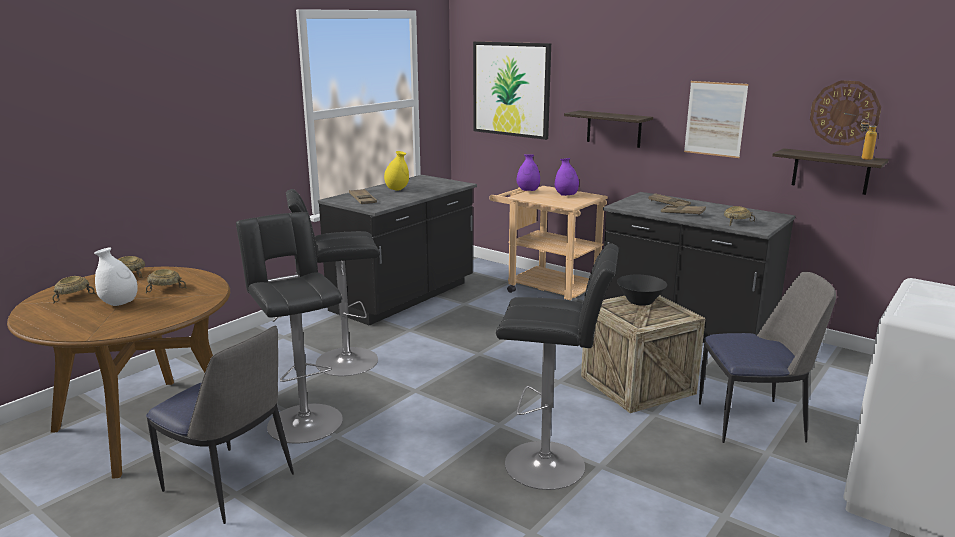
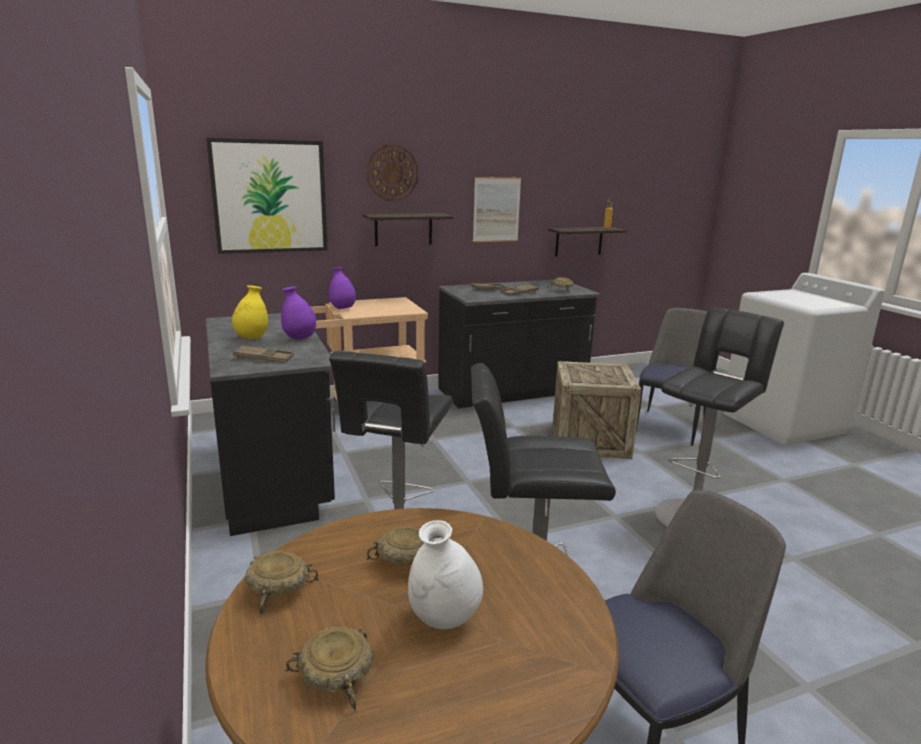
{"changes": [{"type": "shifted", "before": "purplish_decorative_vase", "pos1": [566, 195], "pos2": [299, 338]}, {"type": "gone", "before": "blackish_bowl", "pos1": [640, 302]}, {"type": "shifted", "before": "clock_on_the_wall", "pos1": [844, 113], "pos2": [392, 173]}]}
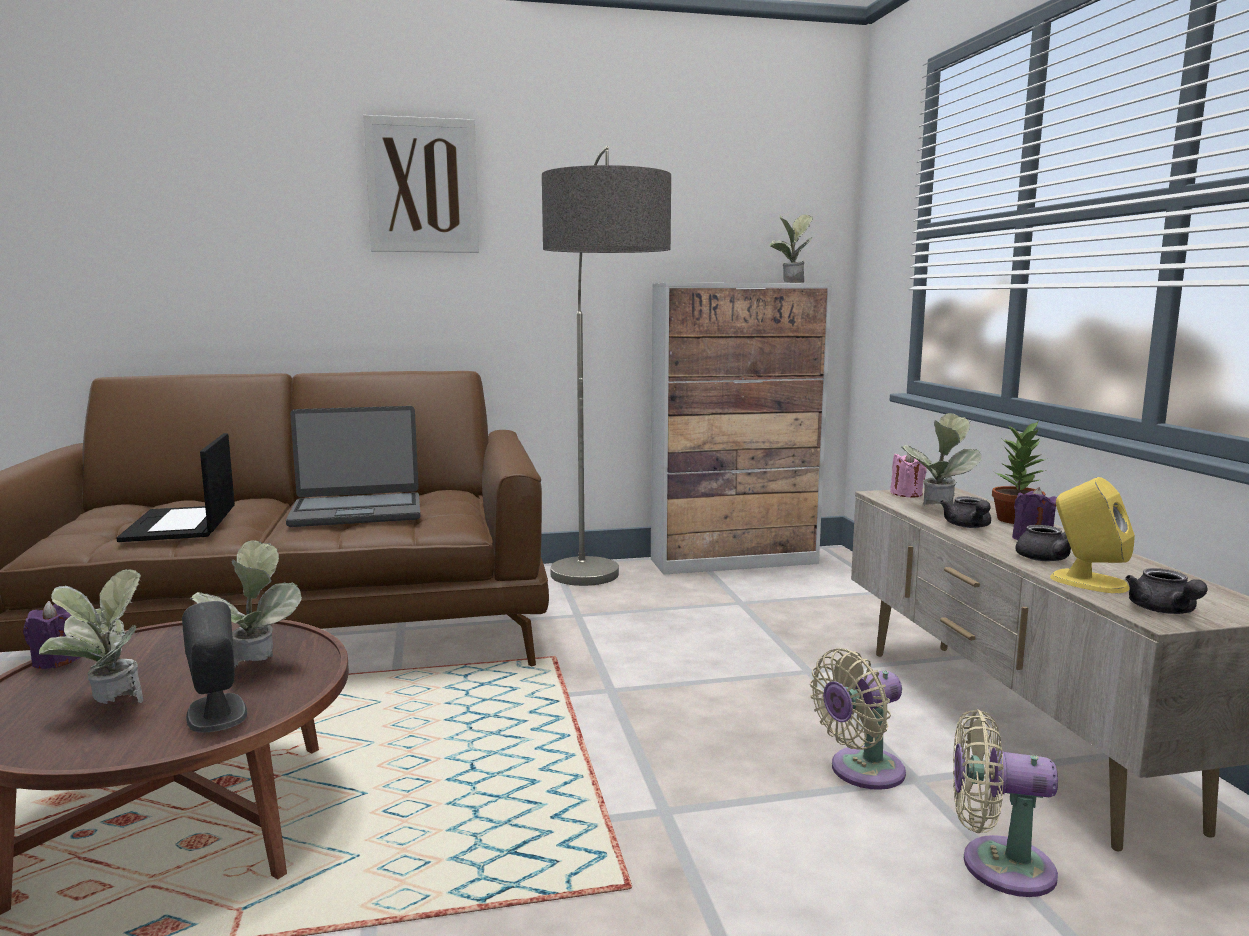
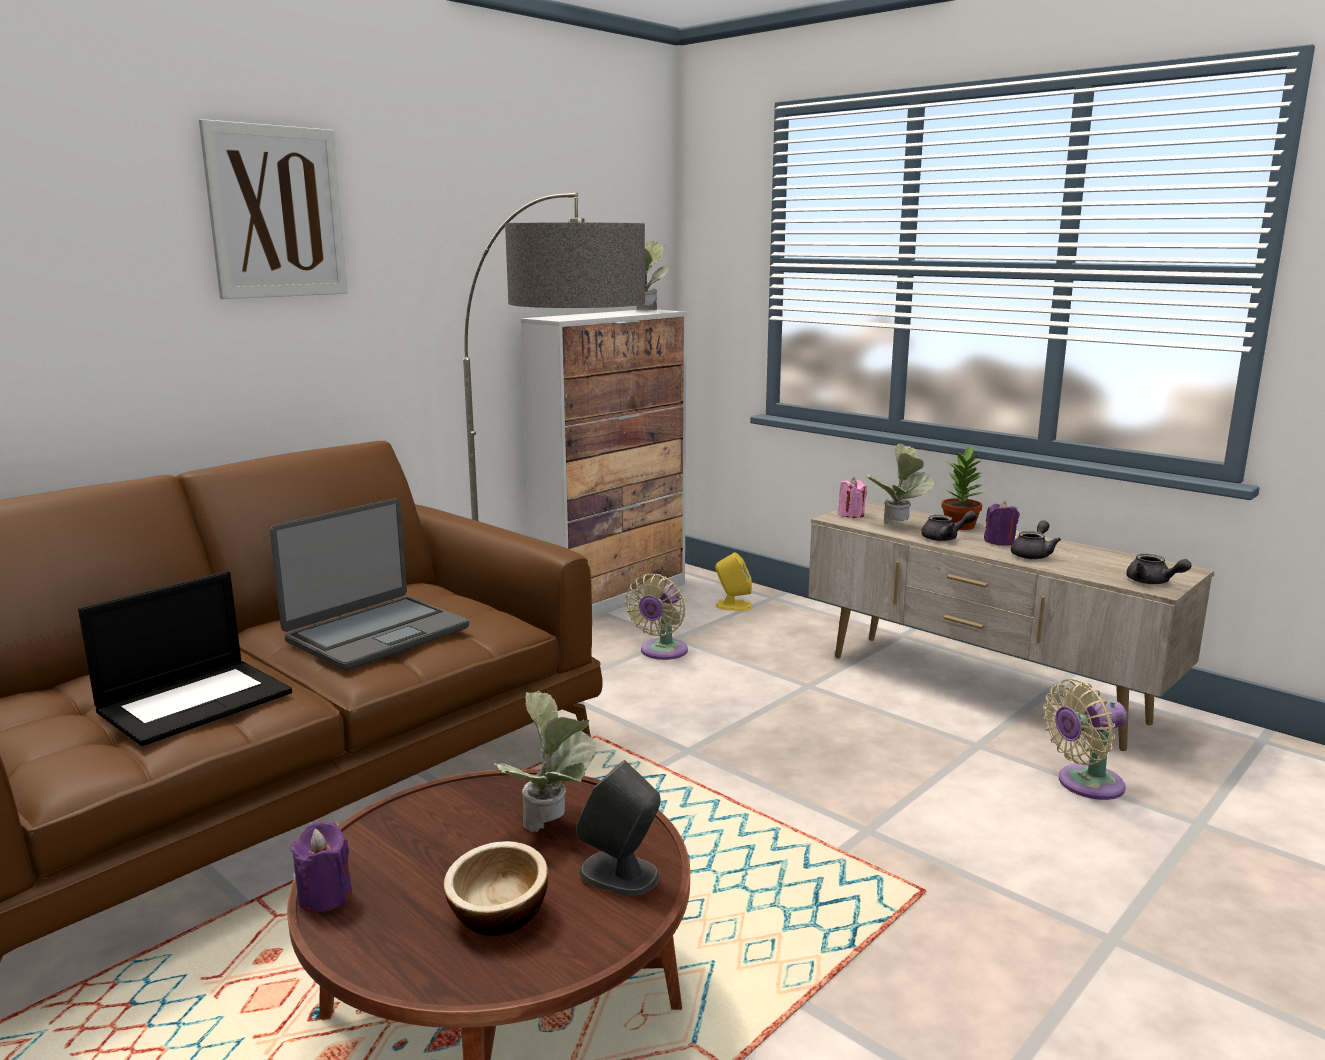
{"changes": [{"type": "swapped", "before": "houseplant", "after": "bowl", "pos1": [107, 709], "pos2": [498, 914]}, {"type": "rotated", "before": "laptop", "pos1": [181, 524], "pos2": [196, 701], "turn": -90}, {"type": "shifted", "before": "beige_electric_fan", "pos1": [861, 771], "pos2": [661, 652]}, {"type": "rotated", "before": "greyish_teapot", "pos1": [968, 526], "pos2": [945, 538], "turn": -60}, {"type": "shifted", "before": "yellow-coloured_speaker", "pos1": [1087, 582], "pos2": [733, 606]}]}
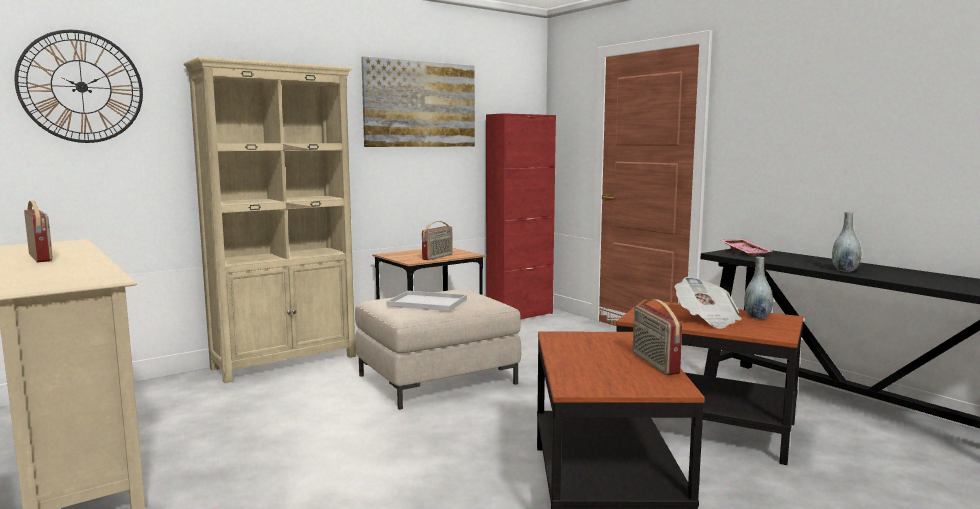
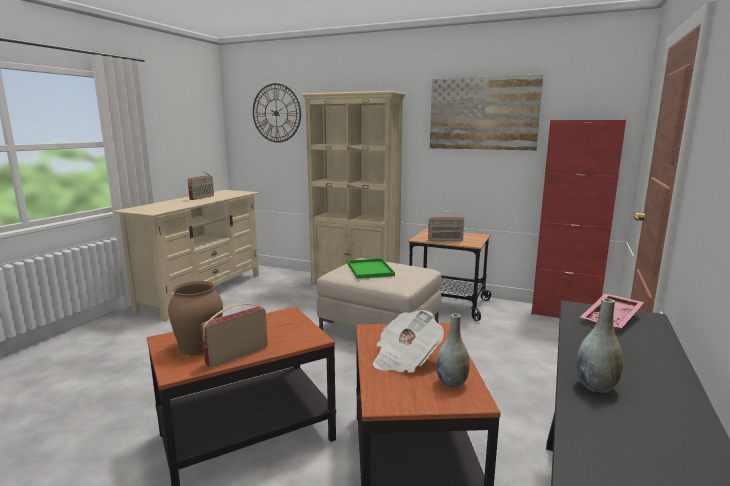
{"changes": [{"type": "repainted", "before": "white-coloured_carrying_tray", "after": "green_carrying_tray", "pos1": [429, 302], "pos2": [371, 270]}, {"type": "new", "after": "brownish_decorative_vase", "pos2": [200, 346]}]}
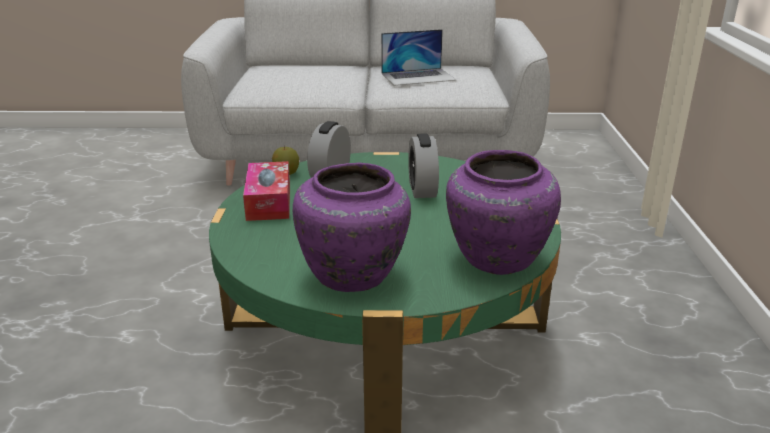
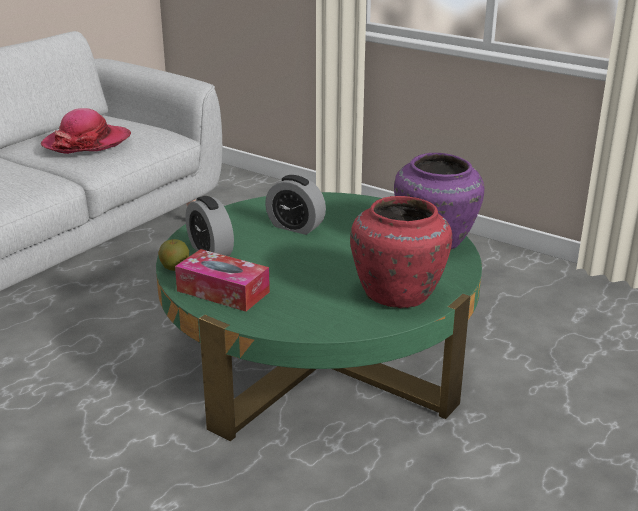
{"changes": [{"type": "repainted", "before": "purplish_decorative_vase", "after": "red-coloured_decorative_vase", "pos1": [354, 276], "pos2": [399, 294]}, {"type": "swapped", "before": "laptop", "after": "wearable_hat", "pos1": [418, 77], "pos2": [87, 142]}]}
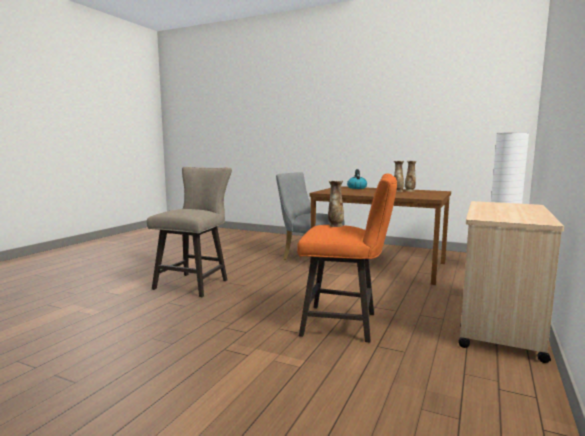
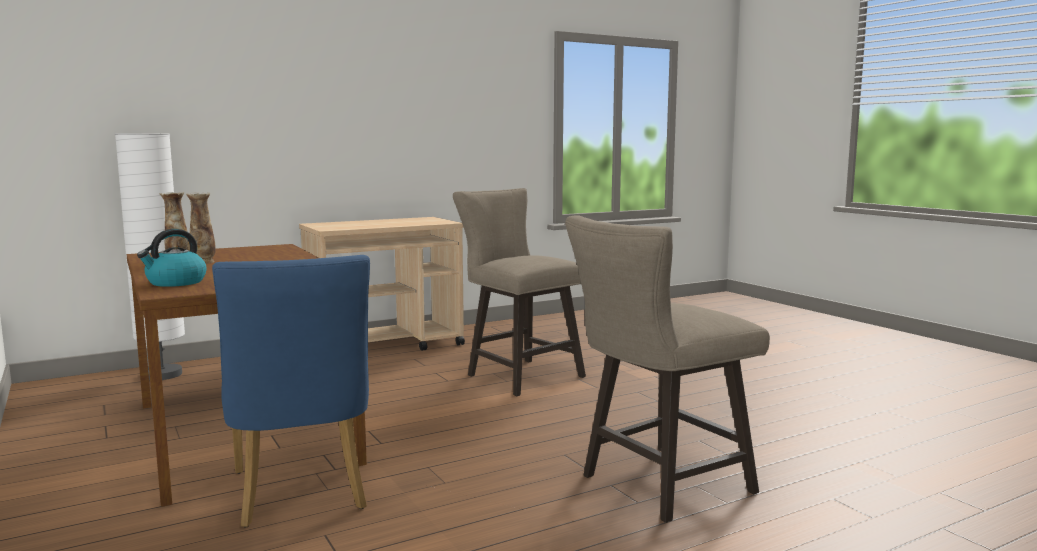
{"changes": [{"type": "repainted", "before": "greyish_chair", "after": "blue_chair", "pos1": [308, 258], "pos2": [301, 495]}, {"type": "repainted", "before": "orangey_stool", "after": "beige_stool", "pos1": [346, 324], "pos2": [519, 375]}, {"type": "gone", "before": "decorative_vase", "pos1": [335, 226]}]}
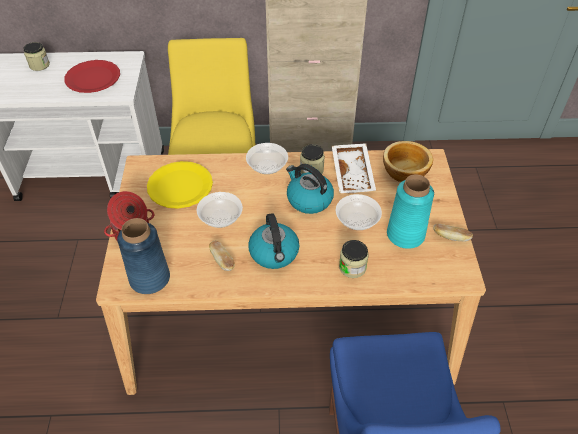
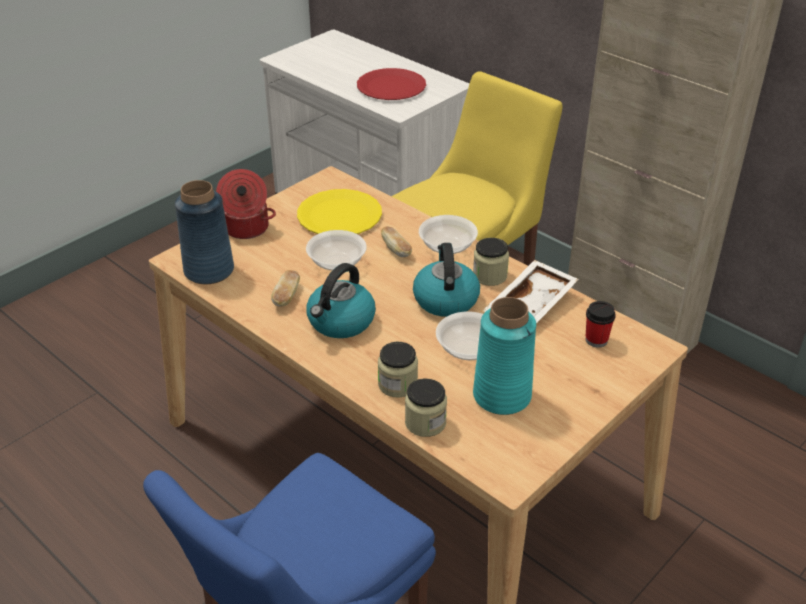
{"changes": [{"type": "shifted", "before": "storage_jar", "pos1": [39, 65], "pos2": [425, 422]}, {"type": "swapped", "before": "bowl", "after": "small_cup", "pos1": [404, 172], "pos2": [596, 340]}, {"type": "shifted", "before": "baked_bread", "pos1": [451, 237], "pos2": [396, 250]}]}
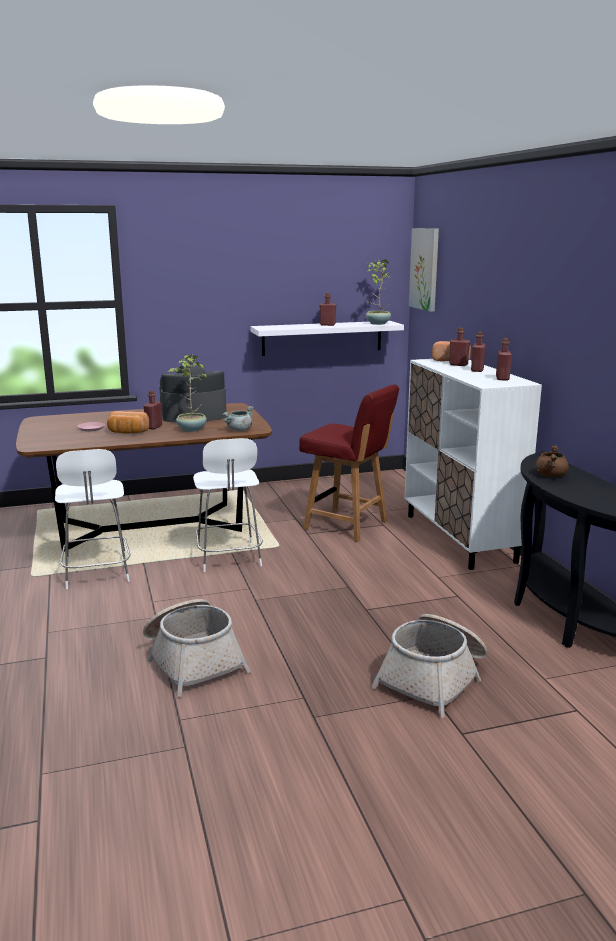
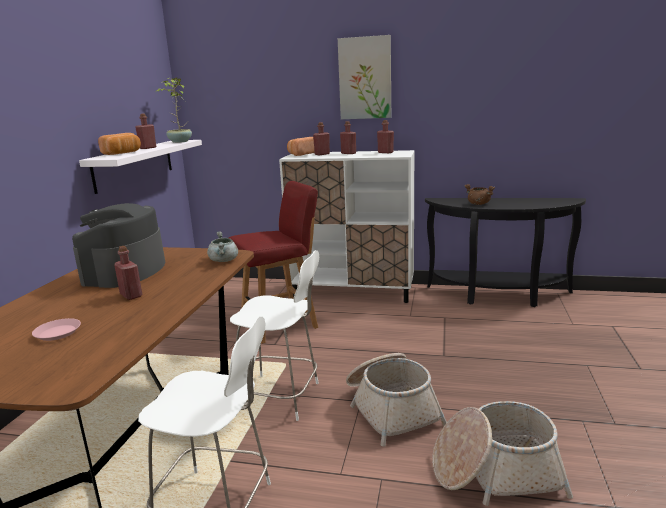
{"changes": [{"type": "shifted", "before": "baked_bread", "pos1": [127, 432], "pos2": [123, 153]}, {"type": "gone", "before": "houseplant", "pos1": [191, 429]}, {"type": "shifted", "before": "storage_basket", "pos1": [434, 678], "pos2": [391, 408]}, {"type": "shifted", "before": "wall_art", "pos1": [425, 269], "pos2": [365, 78]}]}
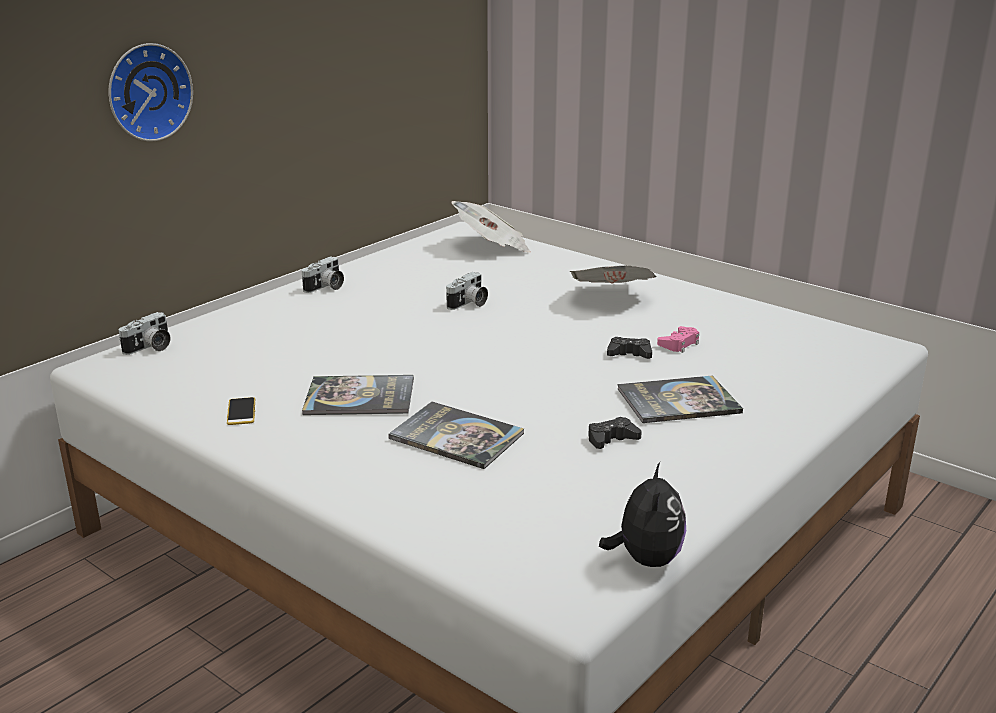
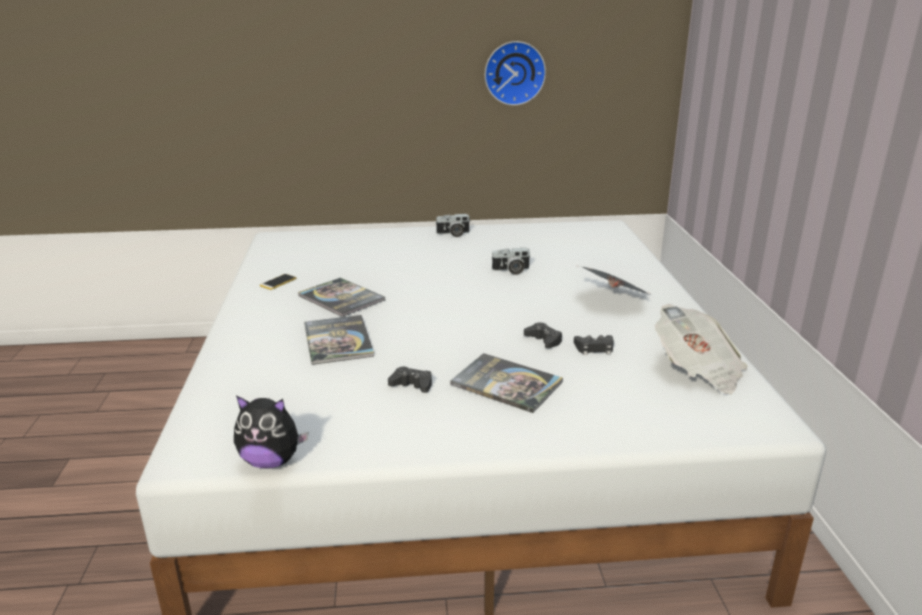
{"changes": [{"type": "shifted", "before": "clock_on_the_wall", "pos1": [147, 91], "pos2": [514, 73]}, {"type": "gone", "before": "still_camera", "pos1": [150, 348]}, {"type": "shifted", "before": "newspaper", "pos1": [492, 247], "pos2": [698, 370]}, {"type": "rotated", "before": "cuddly_toy", "pos1": [645, 559], "pos2": [271, 461], "turn": 45}, {"type": "repainted", "before": "pink-coloured_joypad", "after": "blackish_joypad", "pos1": [679, 344], "pos2": [594, 348]}]}
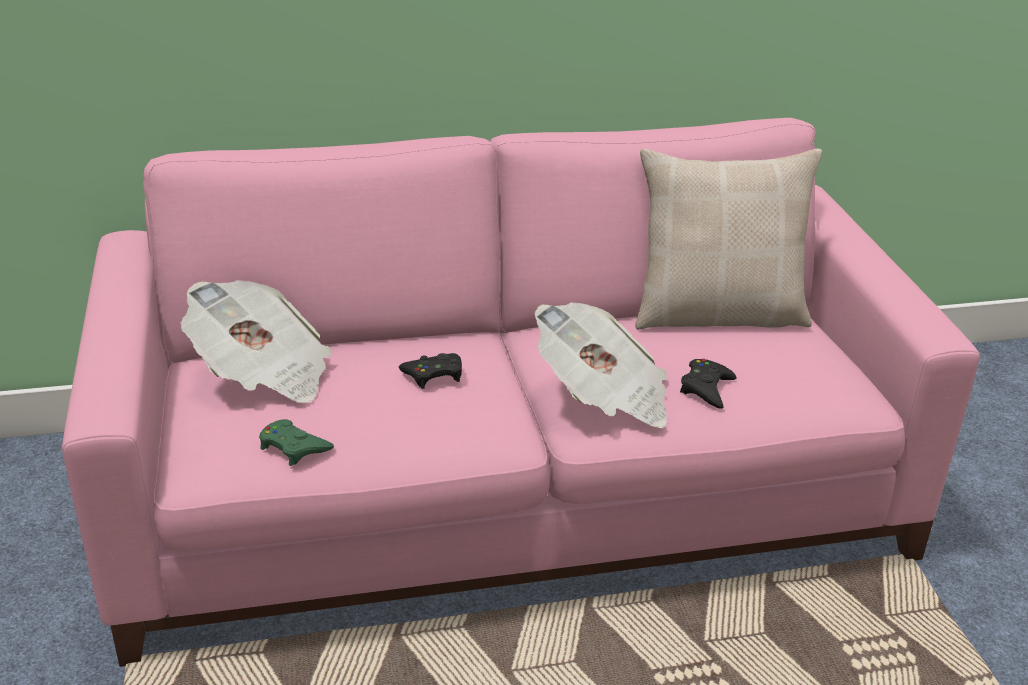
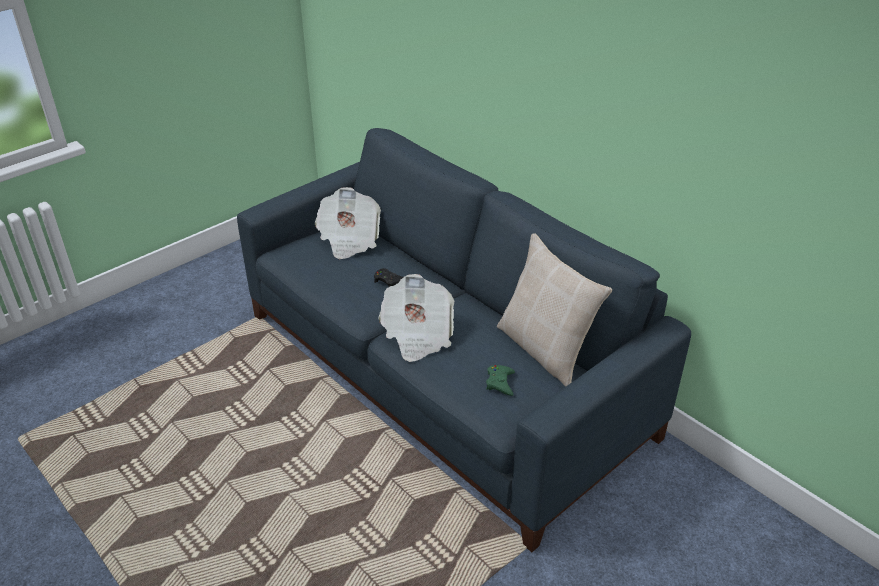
{"changes": [{"type": "repainted", "before": "pink-coloured_couch", "after": "blue_couch", "pos1": [512, 496], "pos2": [441, 374]}, {"type": "shifted", "before": "green_joypad", "pos1": [293, 447], "pos2": [500, 383]}, {"type": "gone", "before": "blackish_joypad", "pos1": [706, 388]}]}
